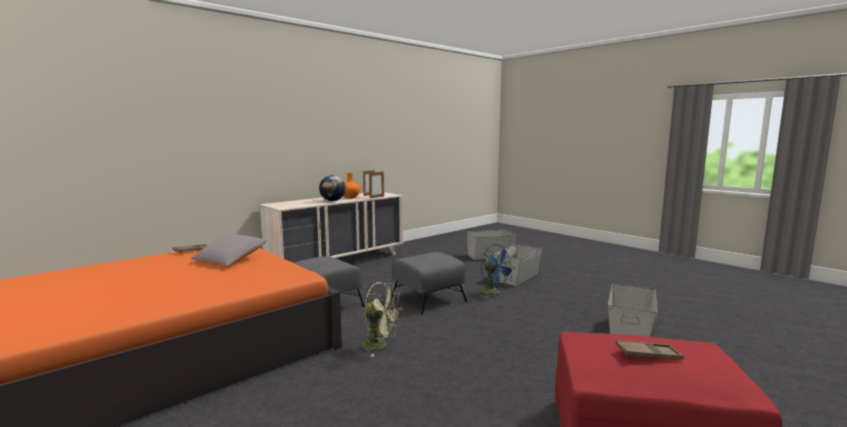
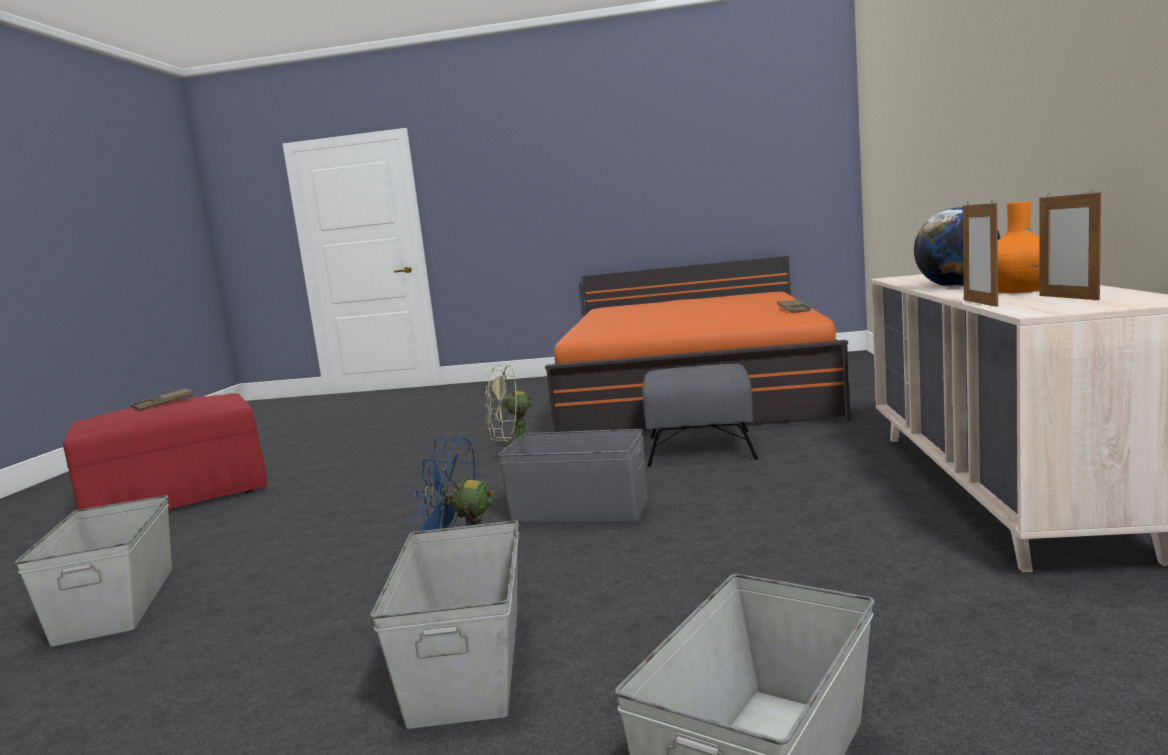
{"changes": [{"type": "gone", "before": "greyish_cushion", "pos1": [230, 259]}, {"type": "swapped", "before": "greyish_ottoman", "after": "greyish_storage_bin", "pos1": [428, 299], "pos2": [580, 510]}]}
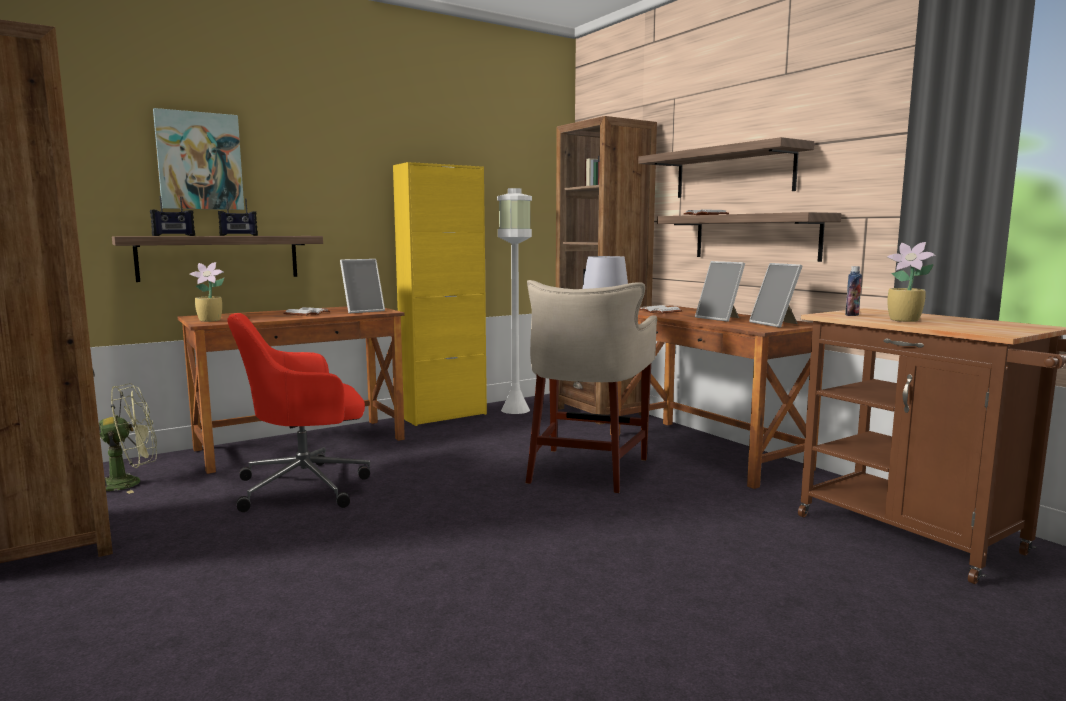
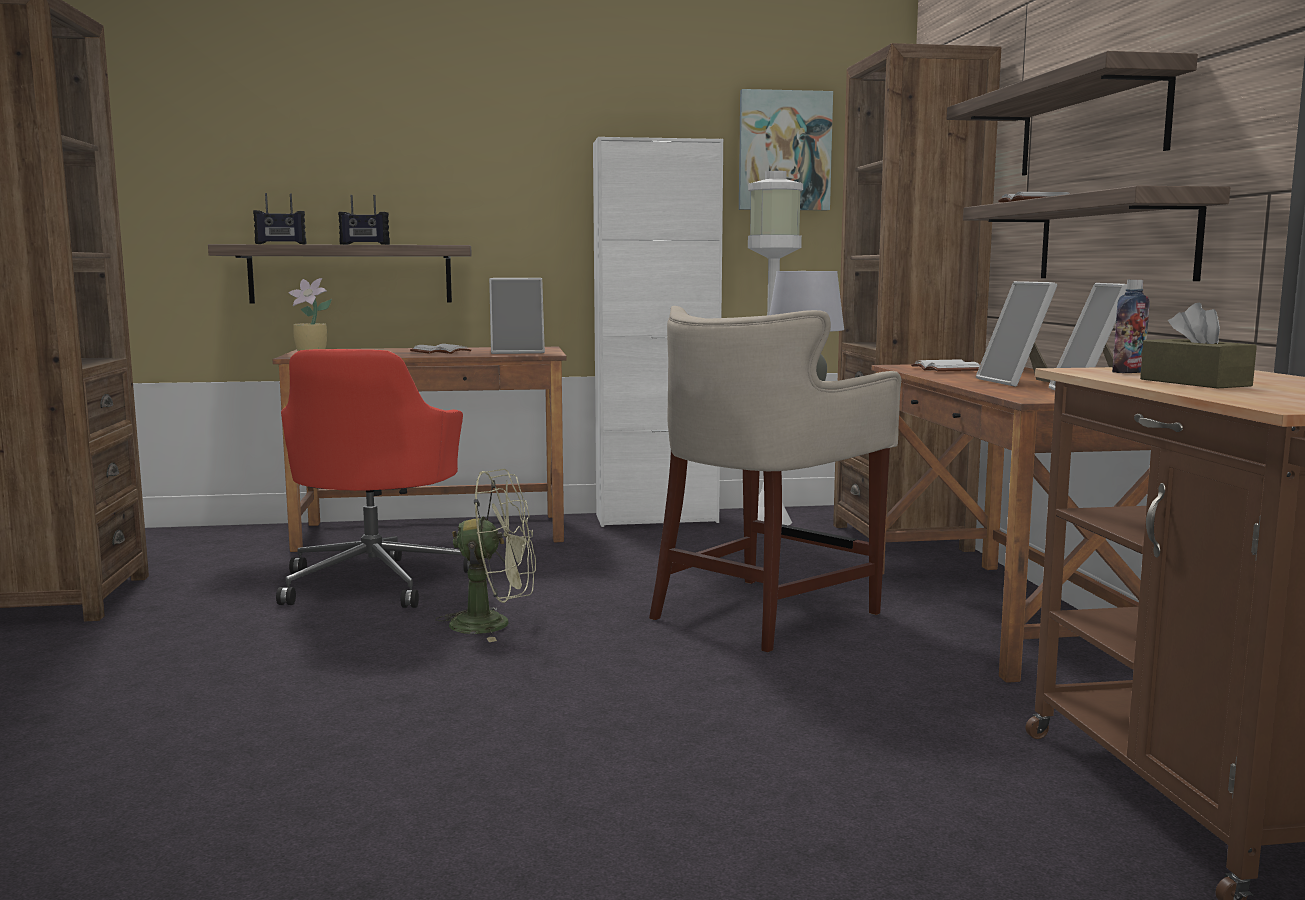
{"changes": [{"type": "shifted", "before": "green_electric_fan", "pos1": [130, 483], "pos2": [494, 624]}, {"type": "shifted", "before": "wall_art", "pos1": [199, 161], "pos2": [784, 151]}, {"type": "rotated", "before": "red-coloured_desk_chair", "pos1": [307, 486], "pos2": [376, 581], "turn": -90}, {"type": "repainted", "before": "yellow-coloured_cupboard", "after": "white-coloured_cupboard", "pos1": [444, 416], "pos2": [656, 518]}, {"type": "swapped", "before": "houseplant", "after": "brownish_tissue_holder", "pos1": [905, 320], "pos2": [1194, 382]}]}
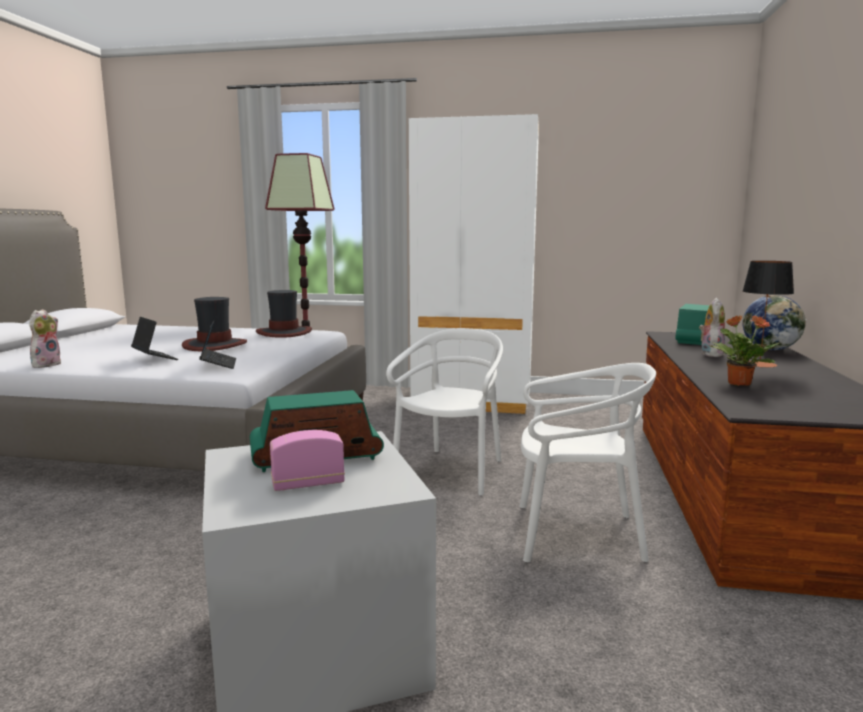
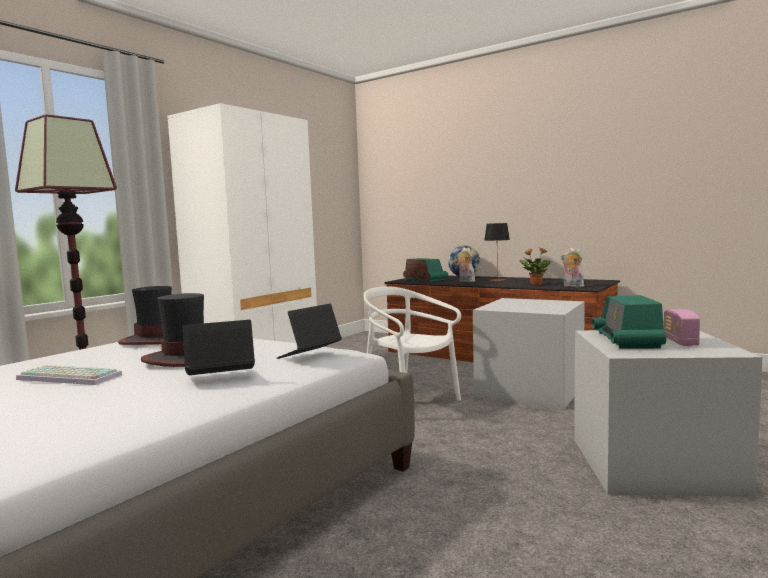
{"changes": [{"type": "shifted", "before": "cuddly_toy", "pos1": [46, 365], "pos2": [572, 286]}, {"type": "rotated", "before": "laptop", "pos1": [218, 364], "pos2": [309, 355], "turn": -60}, {"type": "swapped", "before": "white-coloured_chair", "after": "greyish_storage_bin", "pos1": [576, 534], "pos2": [532, 390]}, {"type": "new", "after": "PC_keyboard", "pos2": [66, 377]}]}
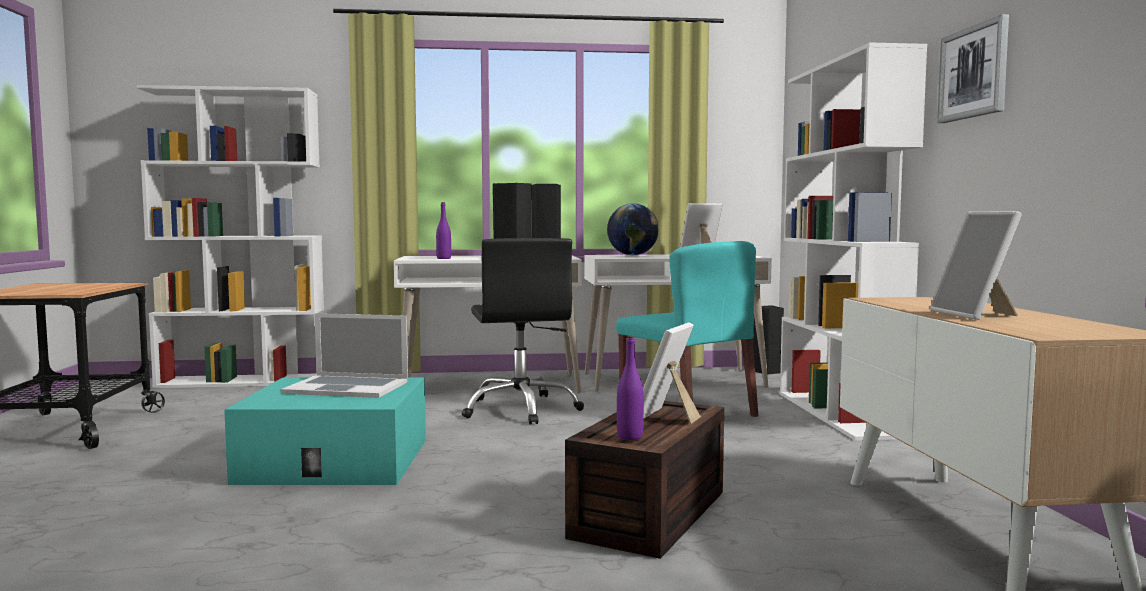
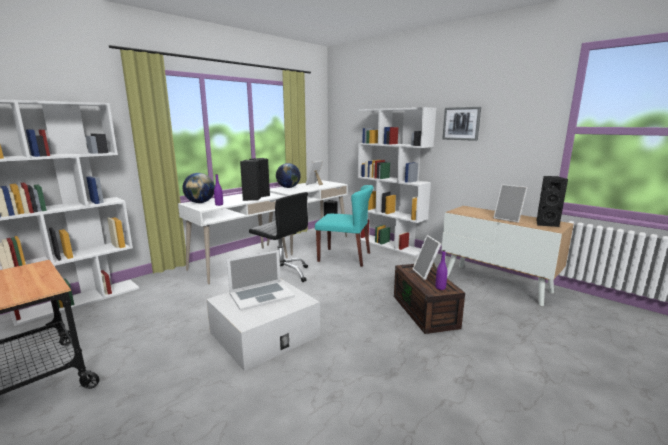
{"changes": [{"type": "repainted", "before": "blue-green_storage_bin", "after": "white-coloured_storage_bin", "pos1": [335, 460], "pos2": [264, 334]}, {"type": "new", "after": "desk_globe", "pos2": [200, 202]}, {"type": "new", "after": "blackish_speaker", "pos2": [546, 224]}]}
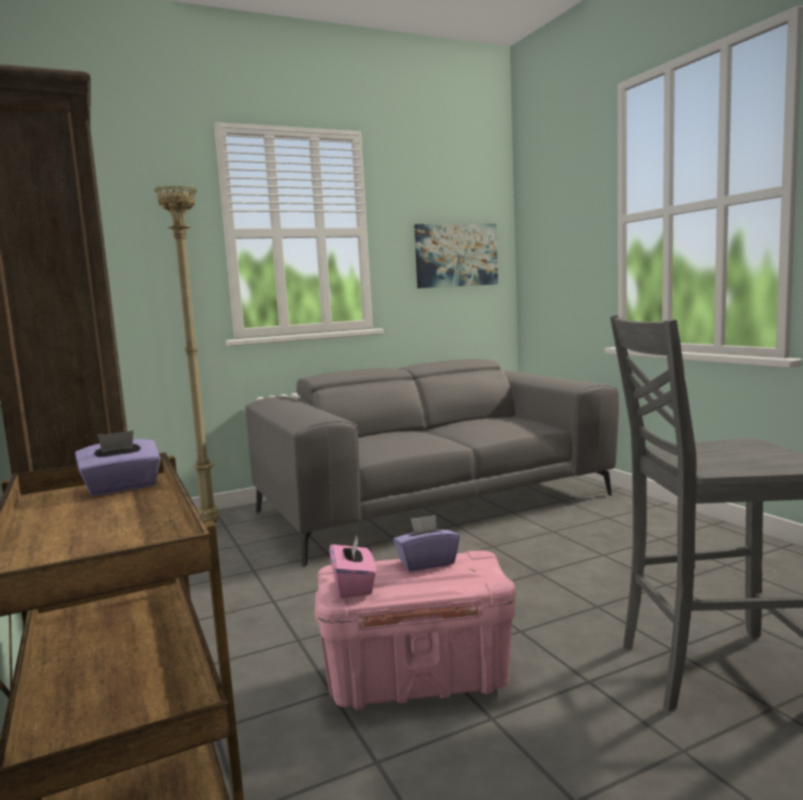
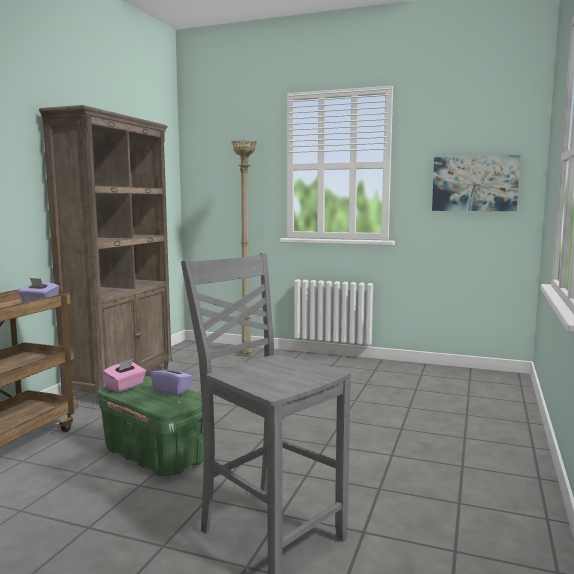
{"changes": [{"type": "gone", "before": "greyish_couch", "pos1": [434, 504]}, {"type": "repainted", "before": "pink-coloured_storage_bin", "after": "green_storage_bin", "pos1": [416, 679], "pos2": [155, 455]}]}
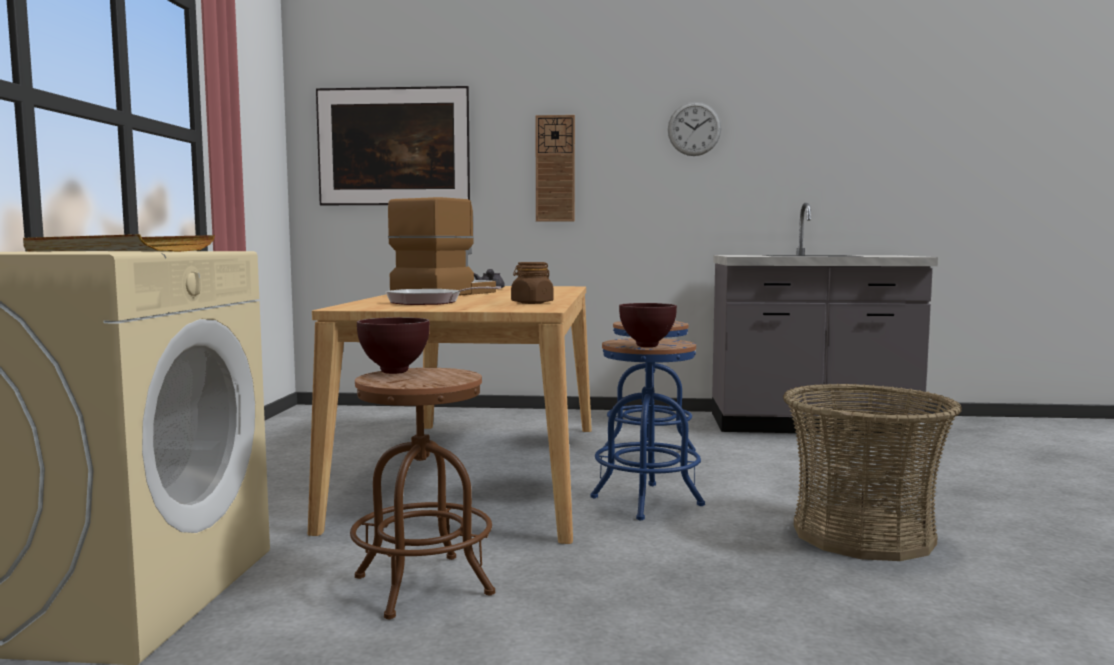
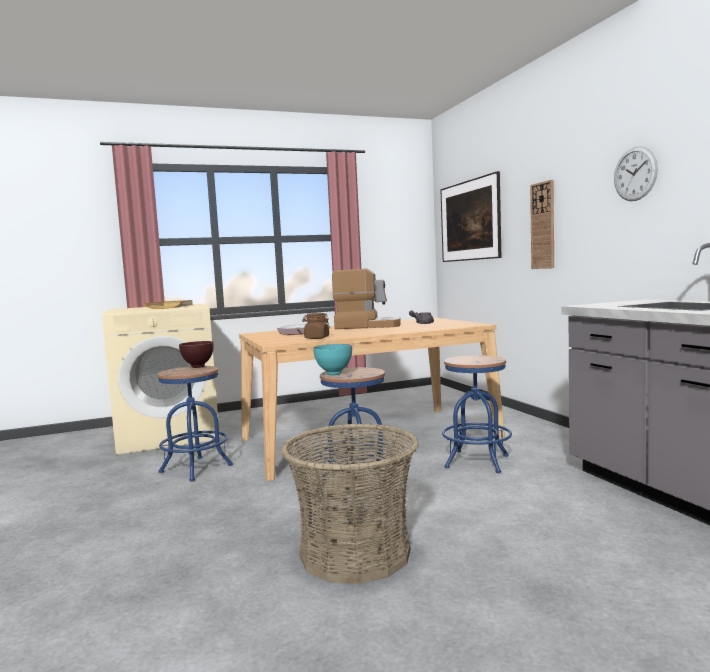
{"changes": [{"type": "repainted", "before": "brownish_stool", "after": "blue_stool", "pos1": [423, 585], "pos2": [196, 469]}, {"type": "repainted", "before": "brownish_bowl", "after": "blue-green_bowl", "pos1": [648, 346], "pos2": [334, 374]}]}
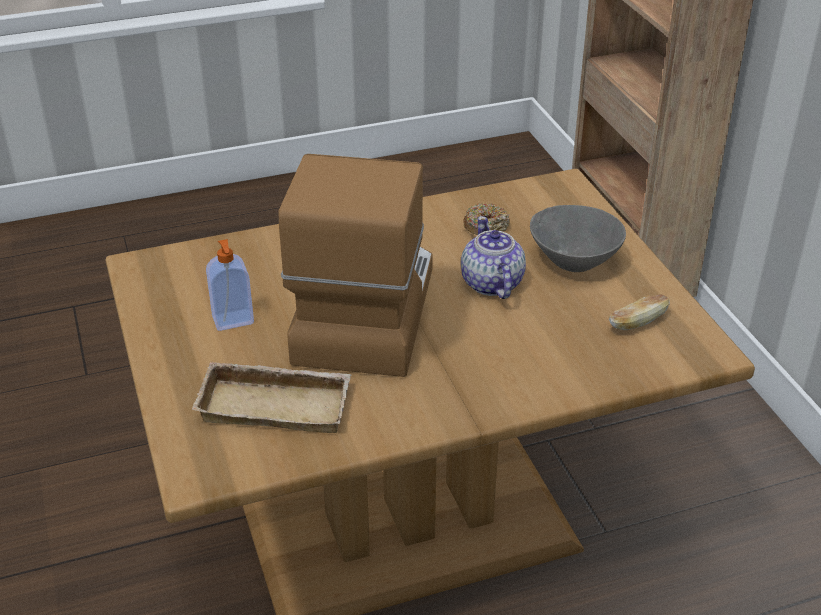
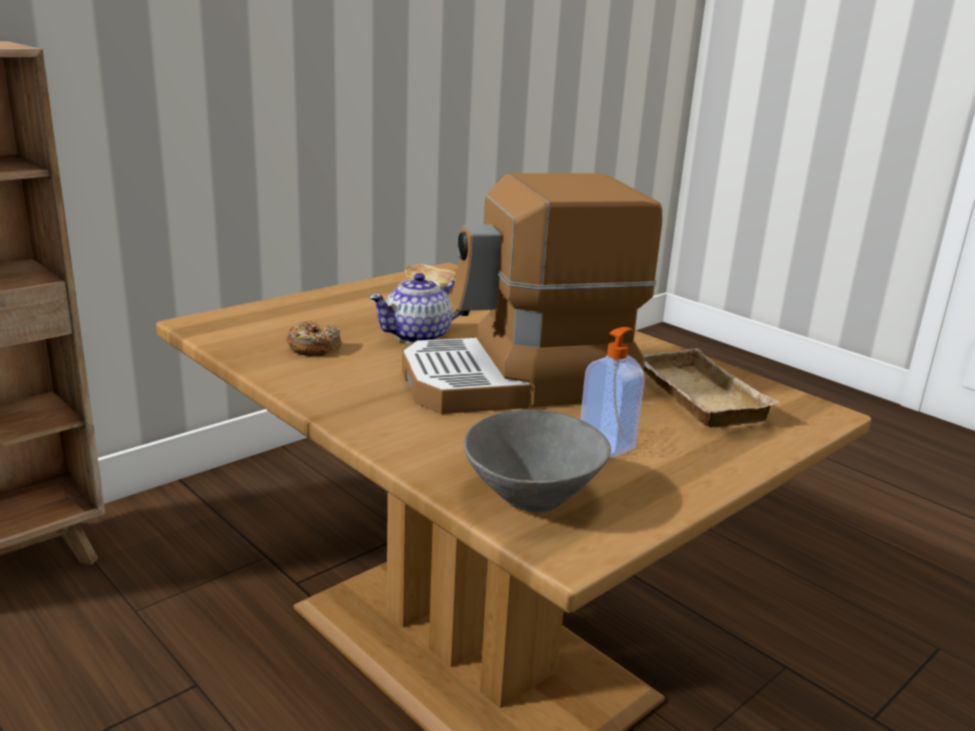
{"changes": [{"type": "shifted", "before": "greyish_bowl", "pos1": [573, 261], "pos2": [531, 497]}]}
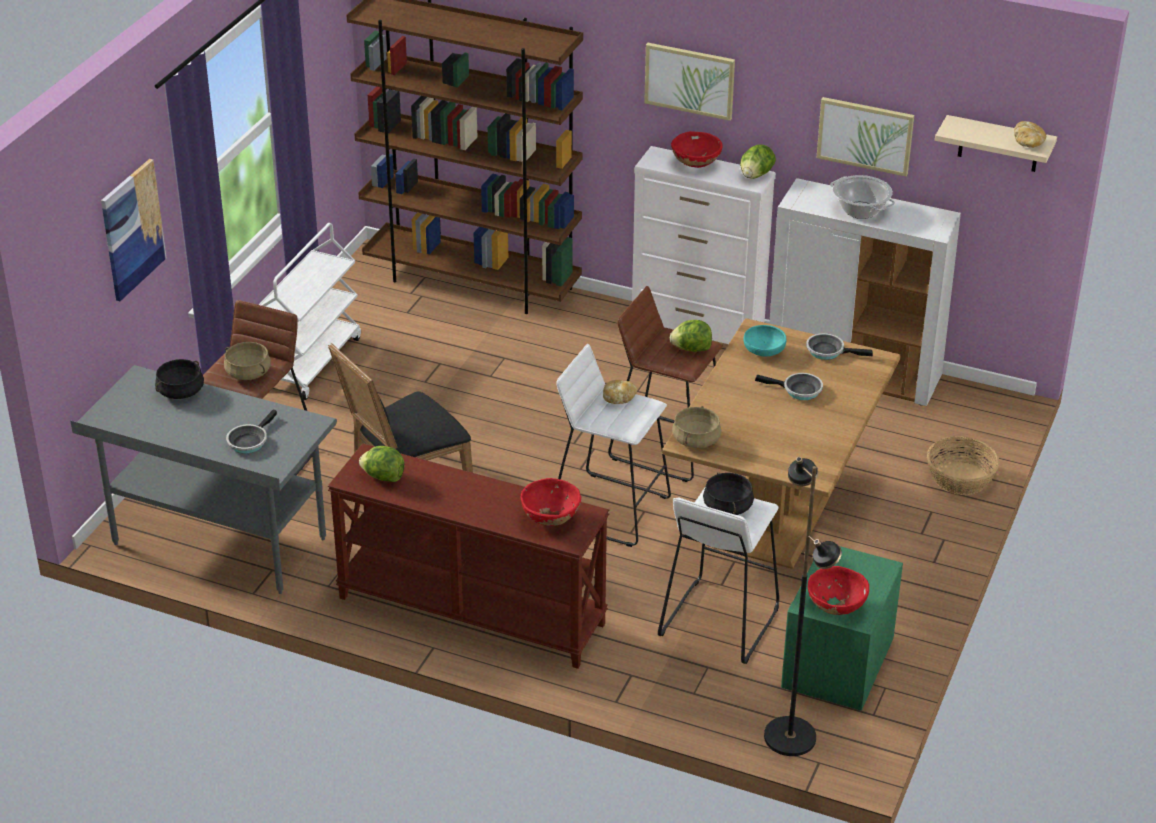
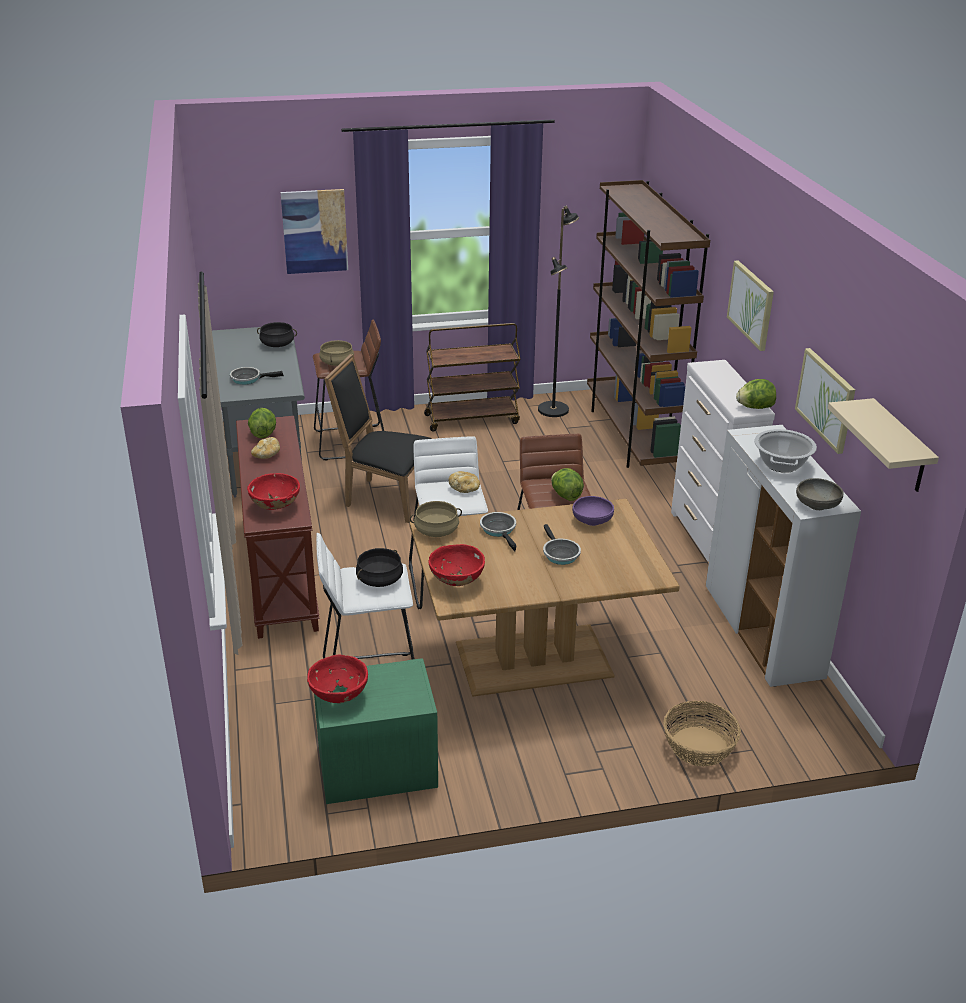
{"changes": [{"type": "repainted", "before": "white-coloured_wheeled_cart", "after": "brownish_wheeled_cart", "pos1": [312, 362], "pos2": [472, 419]}, {"type": "shifted", "before": "red-coloured_bowl", "pos1": [695, 165], "pos2": [456, 581]}, {"type": "repainted", "before": "blue-green_bowl", "after": "purplish_bowl", "pos1": [764, 351], "pos2": [592, 520]}, {"type": "shifted", "before": "blackish_standard_lamp", "pos1": [790, 736], "pos2": [554, 410]}, {"type": "shifted", "before": "frying_pan", "pos1": [828, 351], "pos2": [499, 530]}, {"type": "shifted", "before": "baked_bread", "pos1": [1028, 143], "pos2": [267, 455]}, {"type": "new", "after": "greyish_bowl", "pos2": [817, 505]}]}
